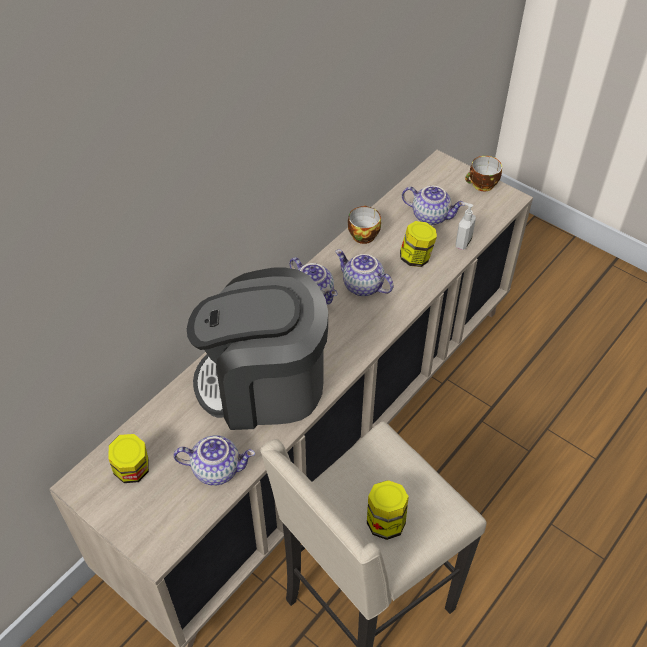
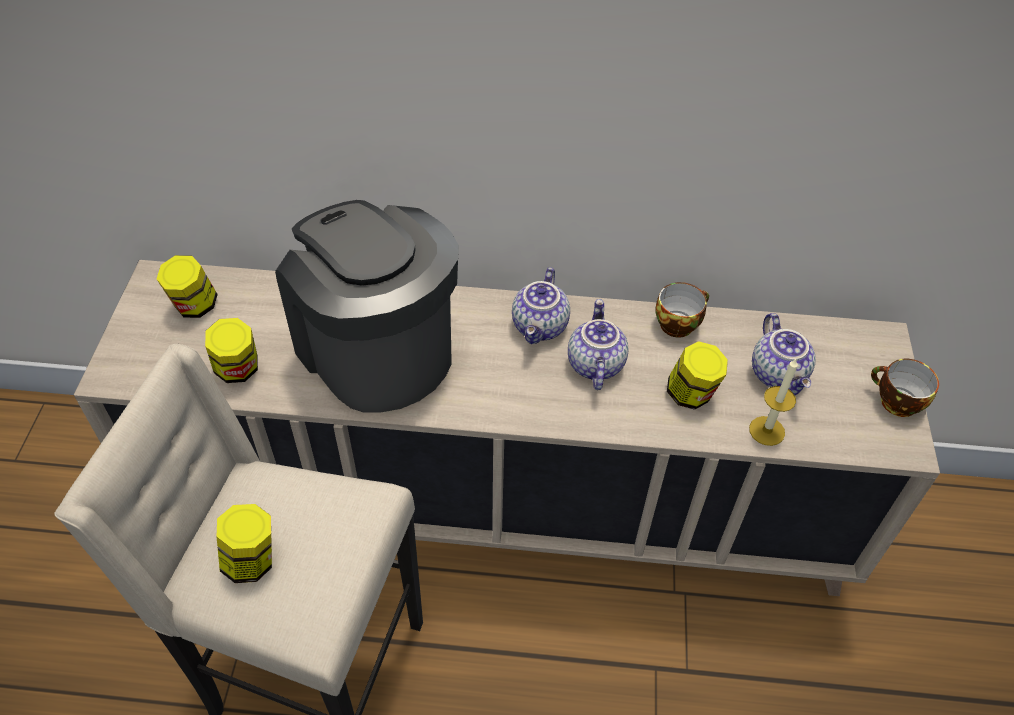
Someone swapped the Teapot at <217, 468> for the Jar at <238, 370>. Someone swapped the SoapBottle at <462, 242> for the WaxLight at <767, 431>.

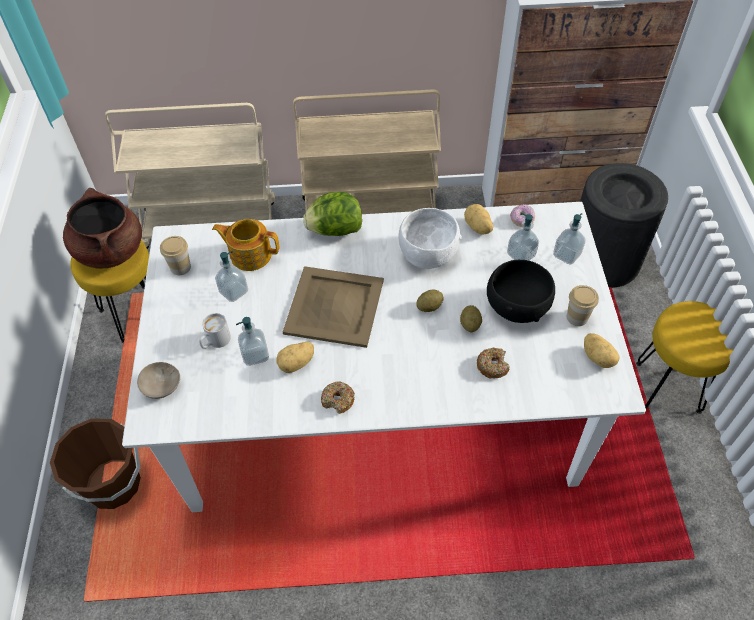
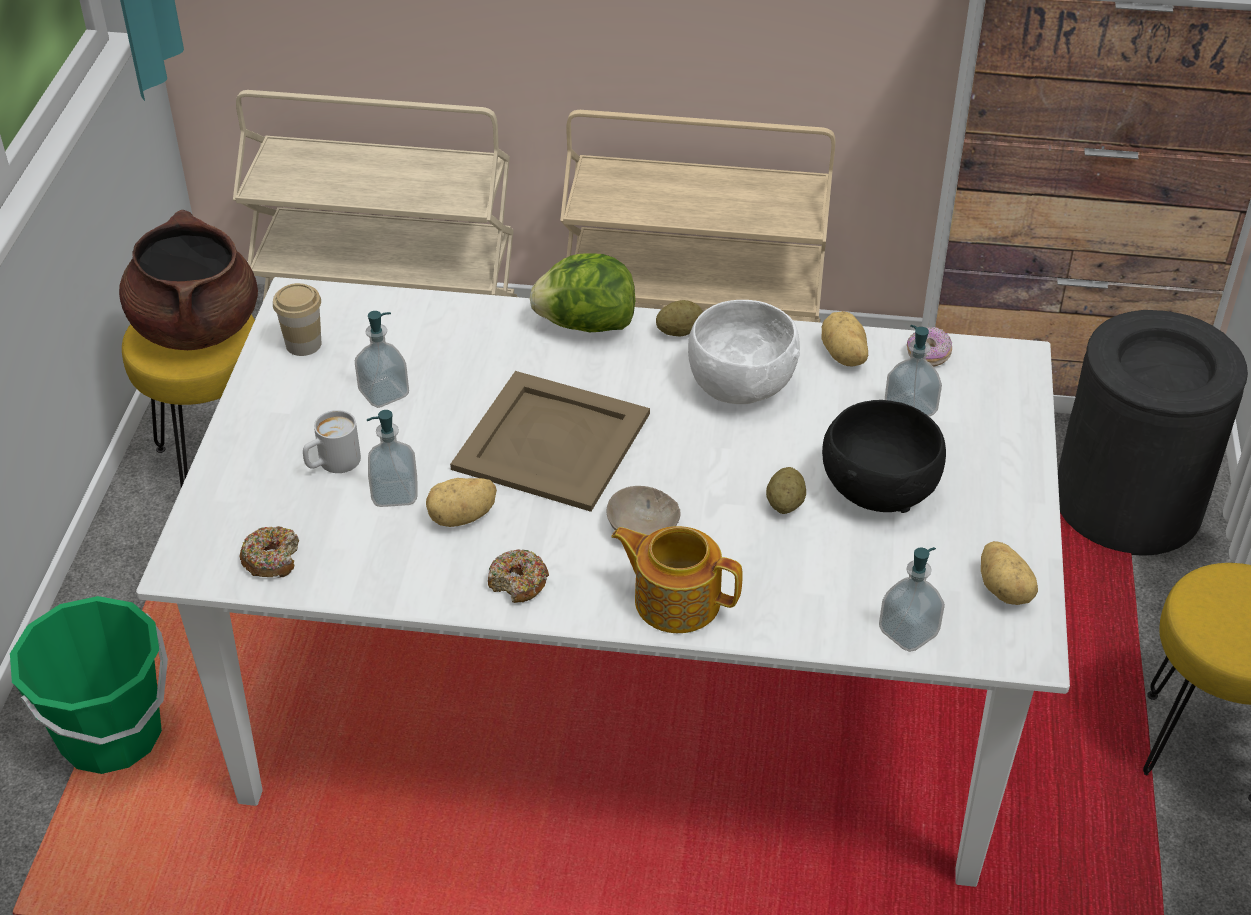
Someone took away the Cup at <577, 317>. Someone carried the BeigeDeepDish from <160, 386> to <640, 528>. Someone carried the Teapot from <250, 254> to <675, 599>. Someone carried the WholePotato from <429, 307> to <679, 331>. Someone carried the Donut from <492, 366> to <272, 559>. Someone carried the SoapBottle from <566, 255> to <908, 632>. Someone repainted the BrownWaterBucket at <113, 484>, which became the GreenColouredWaterBucket at <111, 734>.

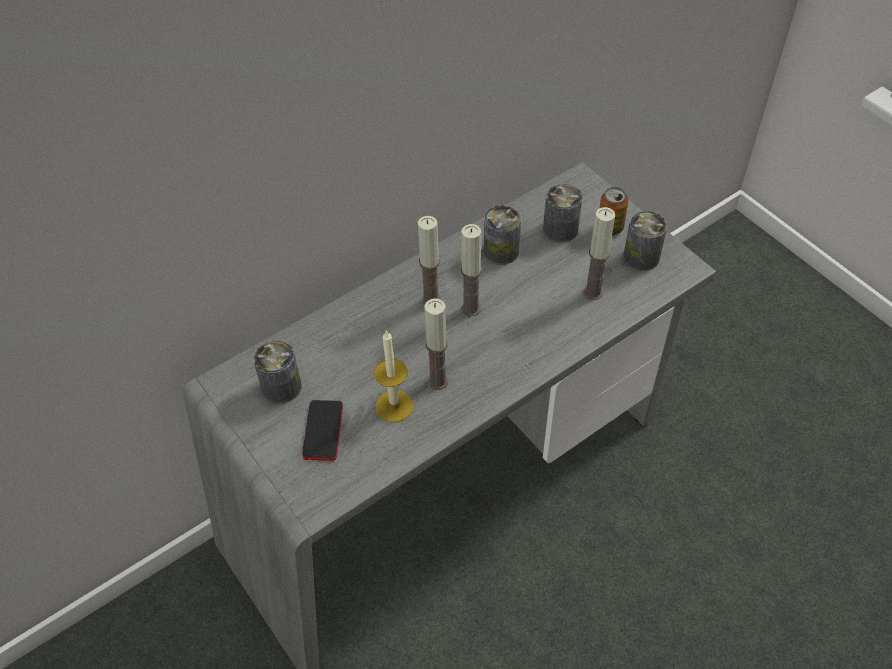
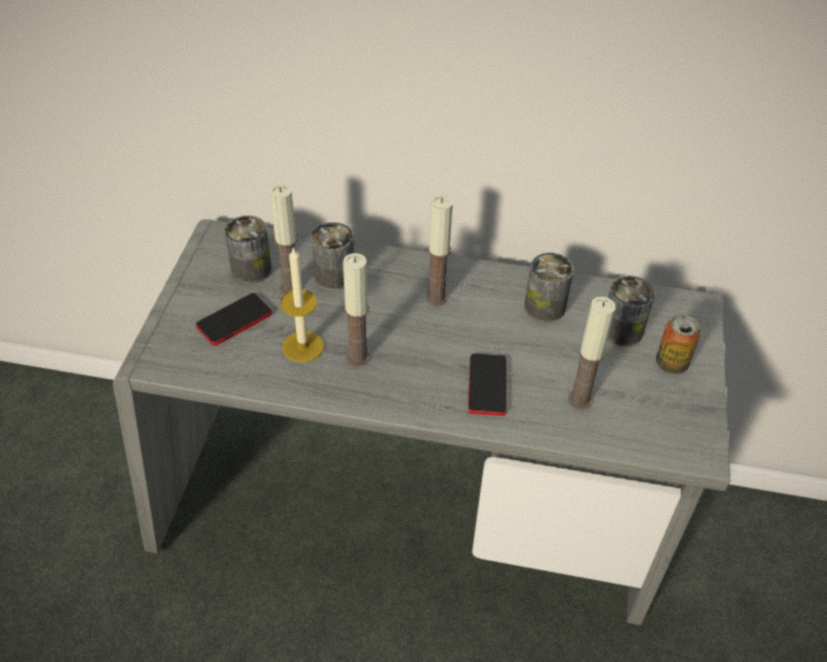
Someone put down the Phone at <487, 385>. Someone carried the WaxLight from <471, 308> to <291, 287>. Someone carried the Can from <641, 257> to <334, 276>.

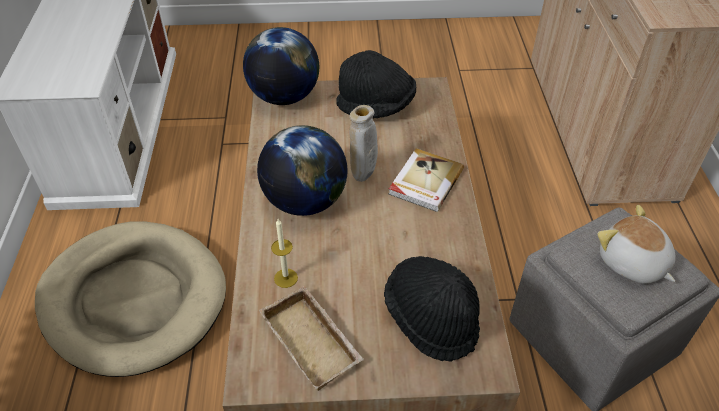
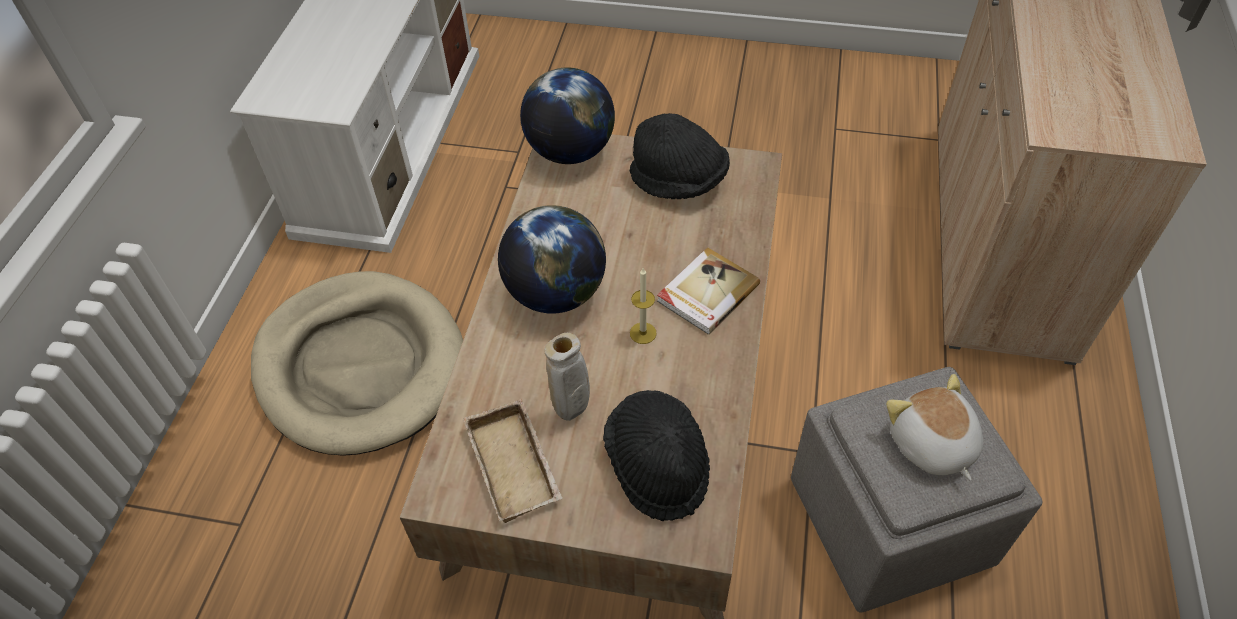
Someone carried the WaxLight from <286, 278> to <643, 333>. Someone carried the BeigeDecorativeVase from <363, 177> to <572, 413>.

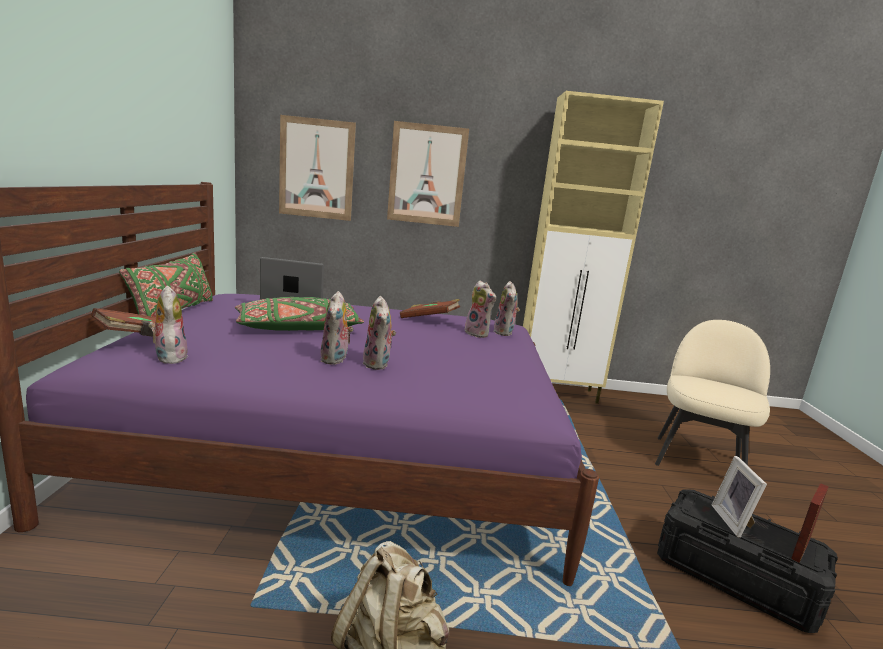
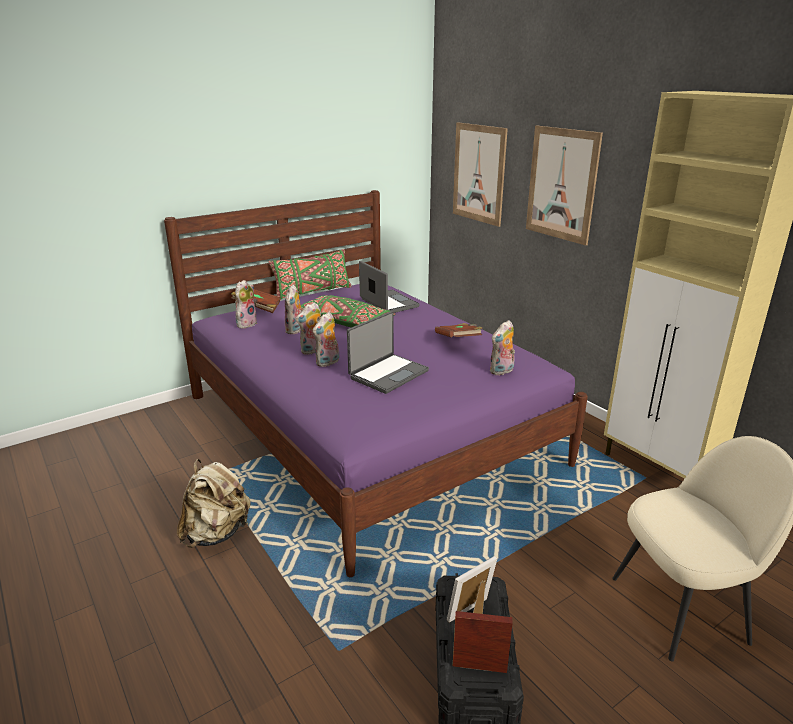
Someone put down the PortableComputer at <388, 374>. Someone carried the PlushToy from <478, 334> to <295, 330>.

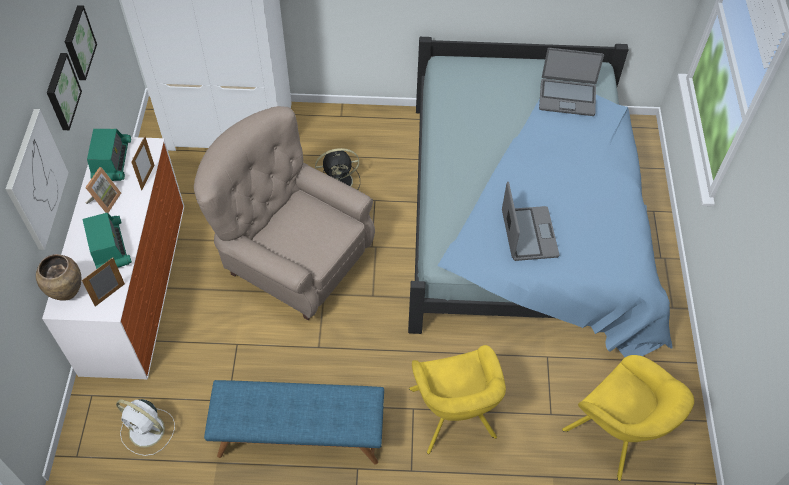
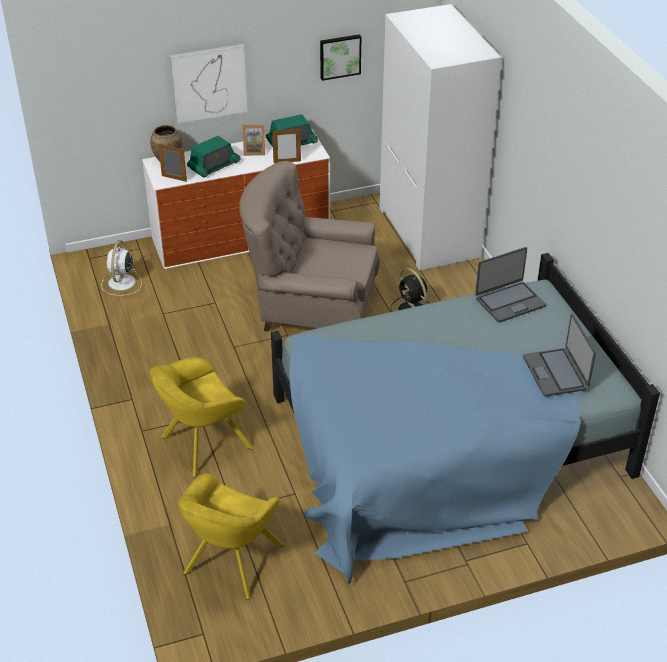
Someone took away the WallPicture at <61, 91>. Someone took away the BlueIndoorBench at <299, 436>. Someone carried the PortableComputer from <528, 234> to <509, 302>. Someone rotated the BeigeEasyChair at <293, 260> by 90 degrees counterclockwise.

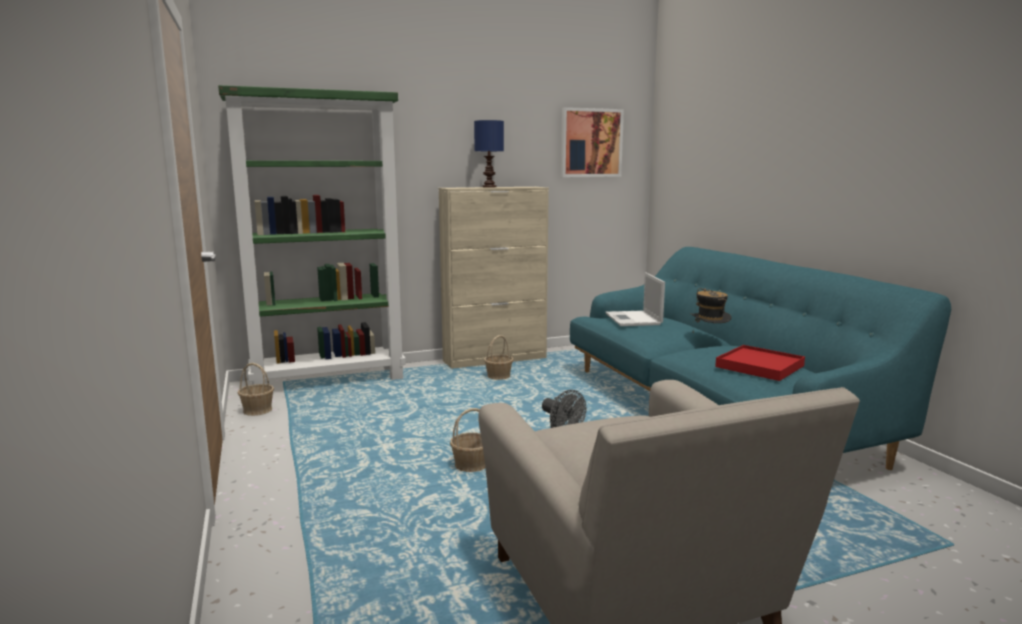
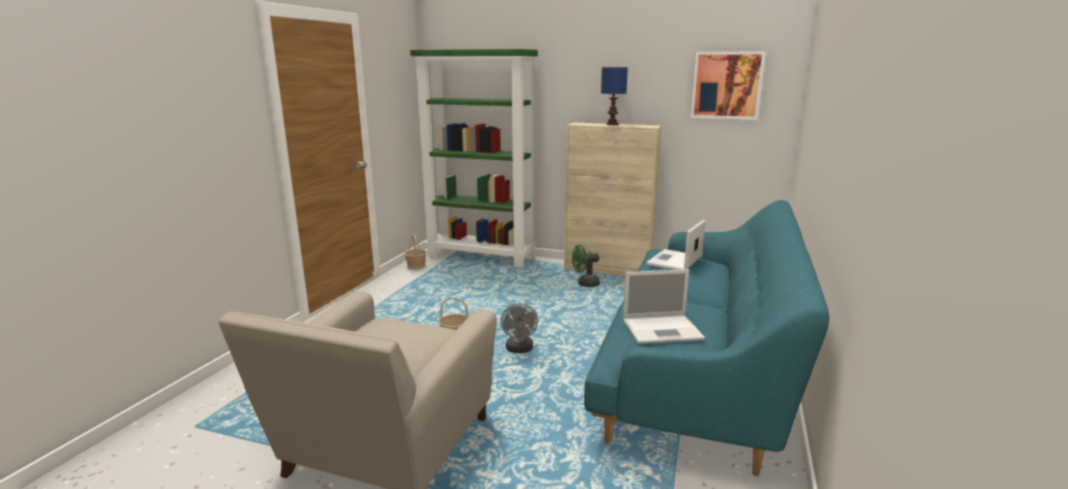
Someone took away the WearableHat at <708, 338>. Someone swapped the HouseholdBasket at <499, 377> for the GreenColouredElectricFan at <585, 284>. Someone swapped the ReddishServingTray at <759, 366> for the PortableComputer at <663, 329>.

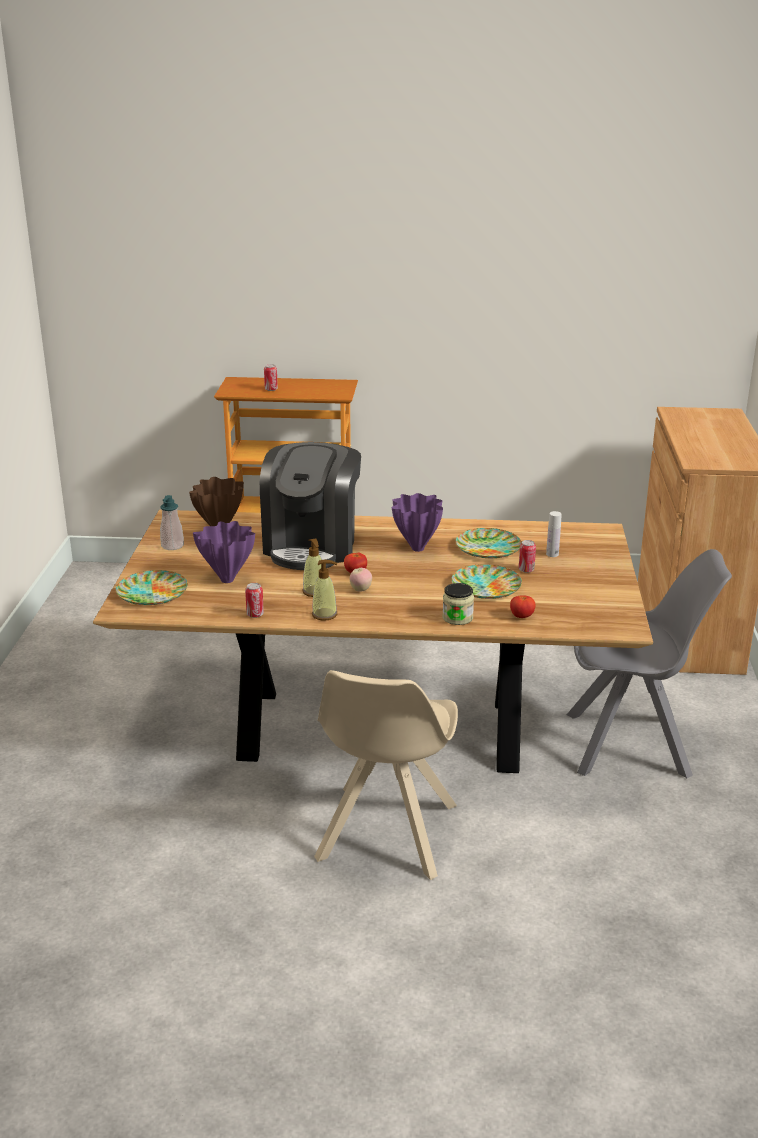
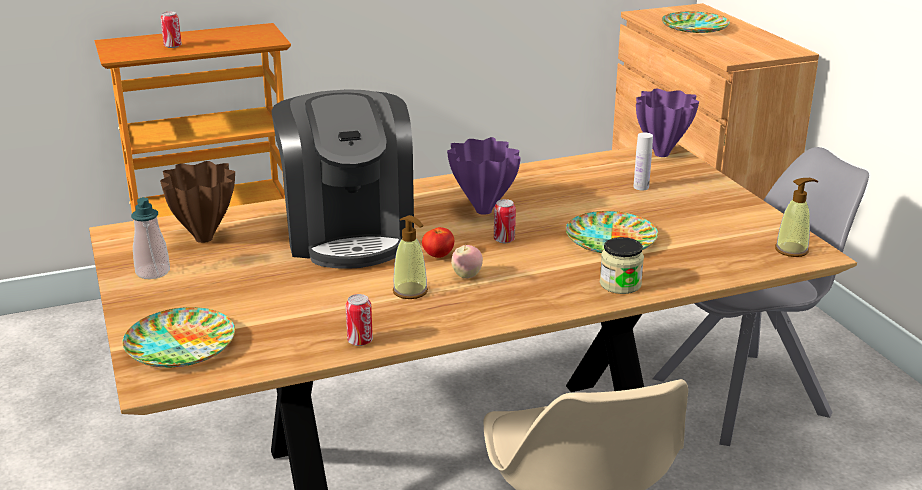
Someone took away the Tomato at <522, 617>. Someone carried the PurpleColouredDecorativeVase from <228, 580> to <662, 154>. Someone carried the SoapBottle from <324, 615> to <792, 250>. Someone carried the Plate from <488, 547> to <694, 27>. Someone carried the Can from <526, 570> to <504, 240>.

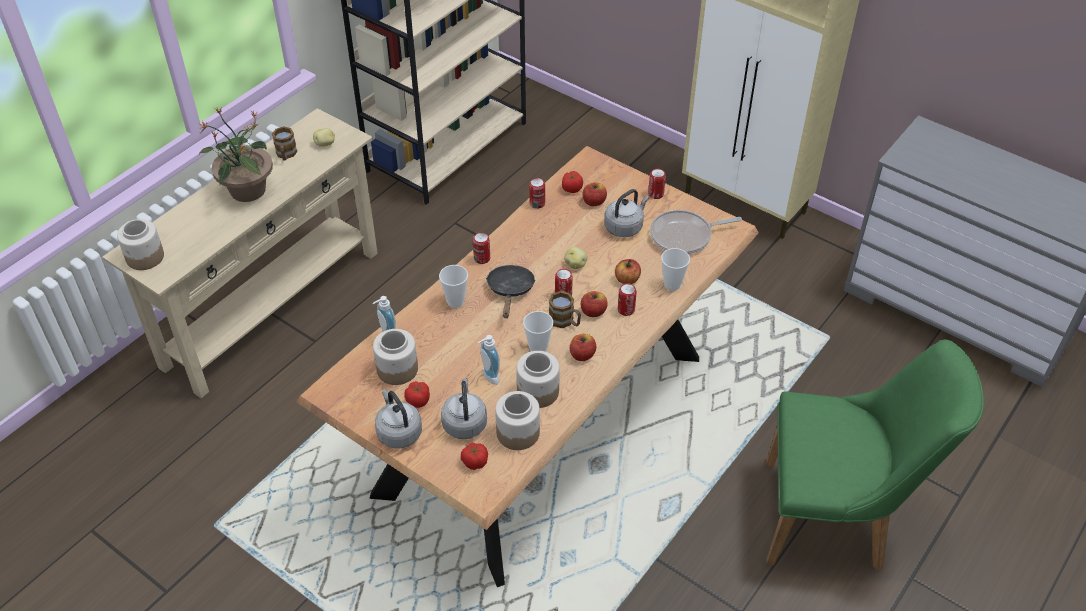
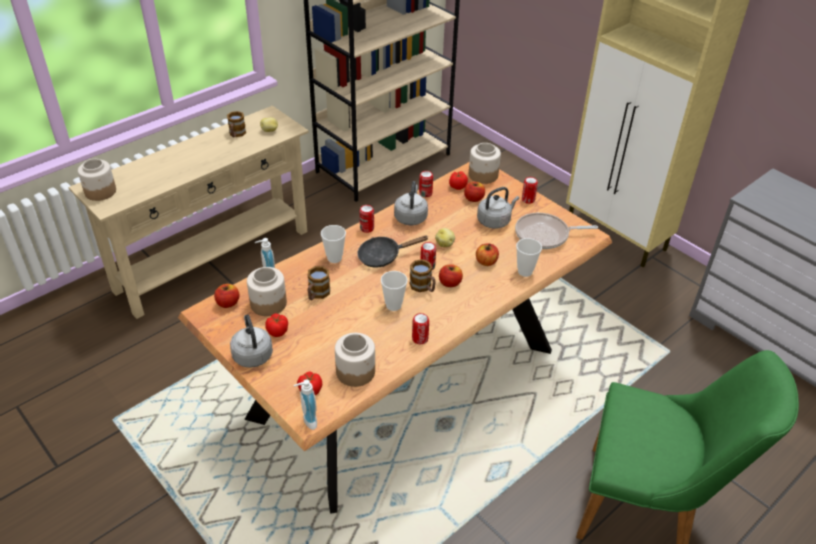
Someone took away the PlantInAPot at <247, 191>. Someone put down the TeaMug at <317, 294>. Someone carried the GreyTeaKettle from <464, 423> to <411, 217>. Someone carried the SoapBottle from <488, 377> to <307, 421>. Someone carried the Jar from <537, 392> to <483, 175>. Someone carried the AppleFruit from <582, 355> to <228, 303>. Someone carried the Can from <626, 310> to <420, 339>. Someone rotated the BlackishPan at <510, 290> by 120 degrees counterclockwise.

